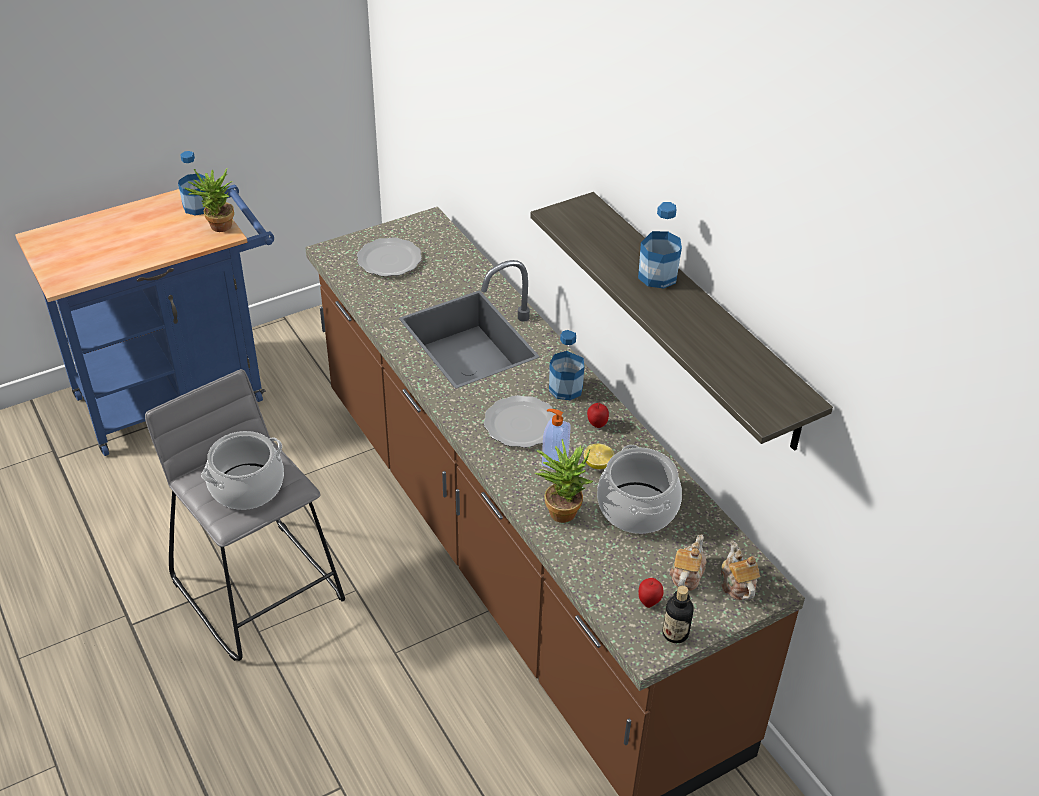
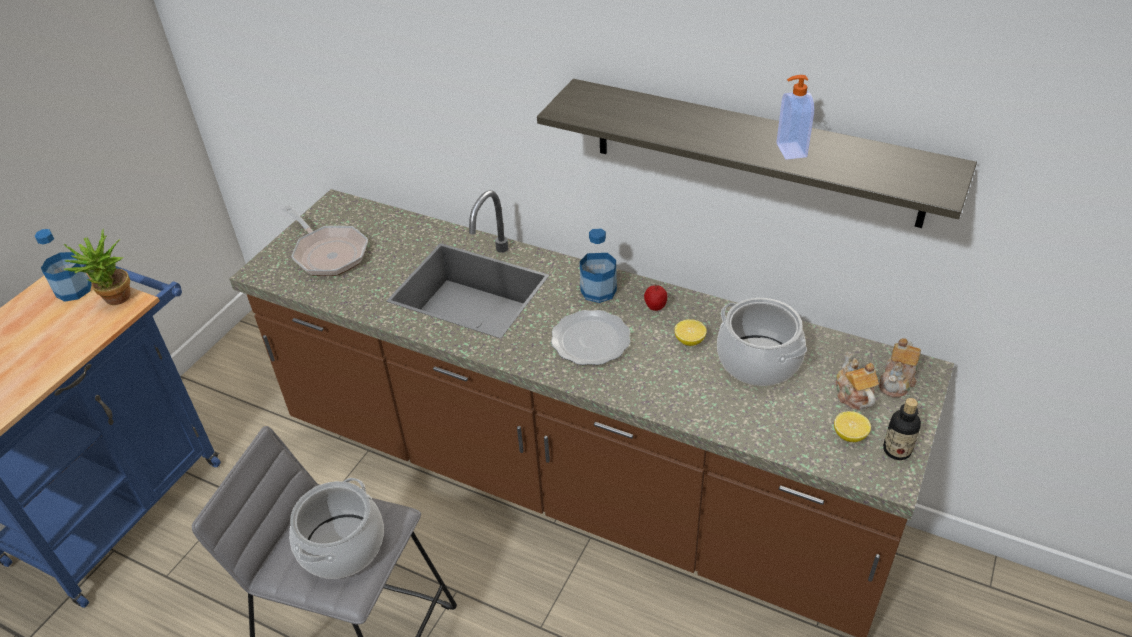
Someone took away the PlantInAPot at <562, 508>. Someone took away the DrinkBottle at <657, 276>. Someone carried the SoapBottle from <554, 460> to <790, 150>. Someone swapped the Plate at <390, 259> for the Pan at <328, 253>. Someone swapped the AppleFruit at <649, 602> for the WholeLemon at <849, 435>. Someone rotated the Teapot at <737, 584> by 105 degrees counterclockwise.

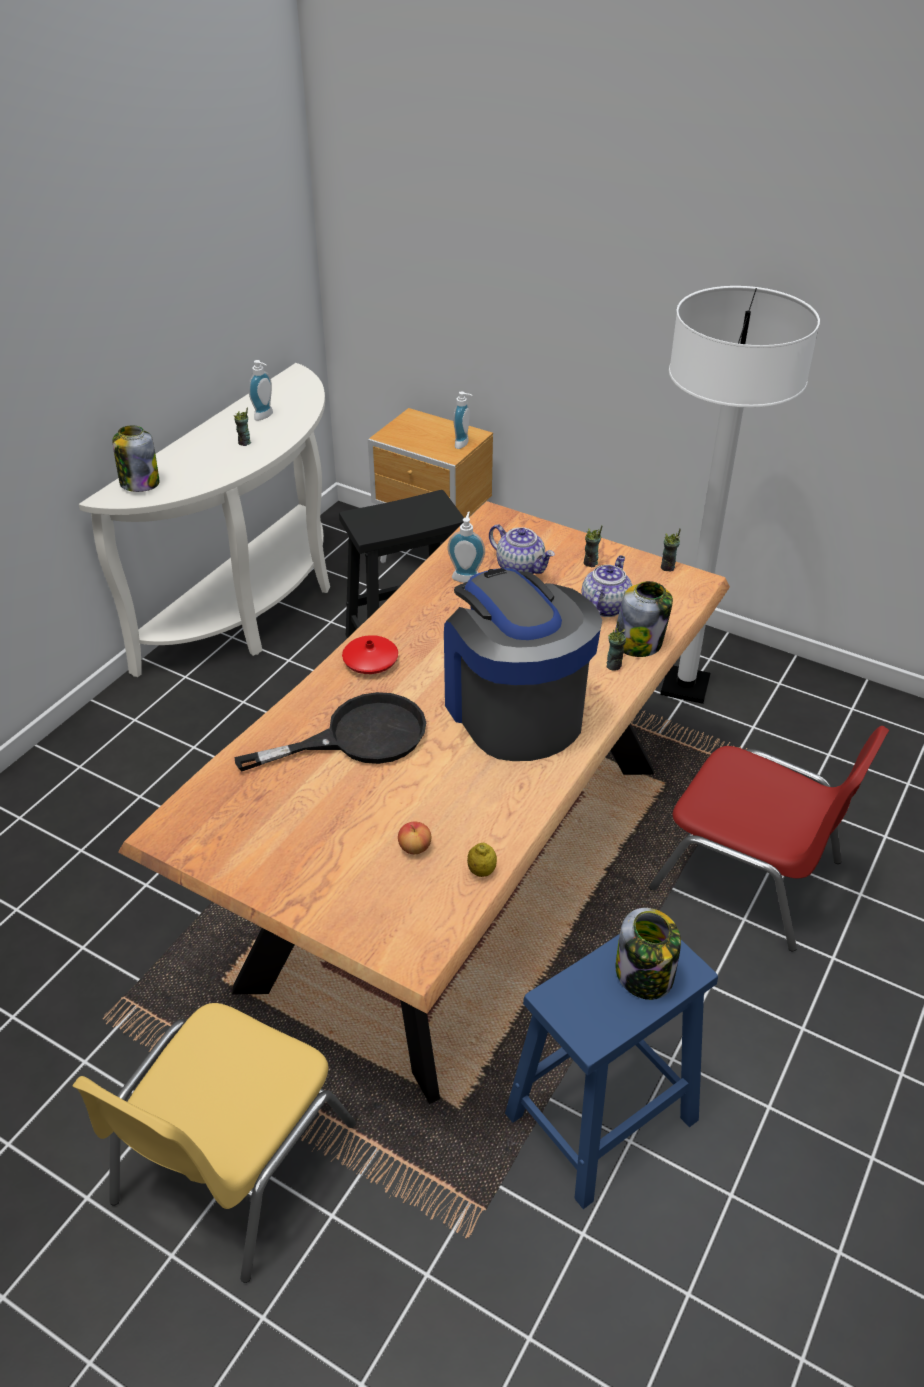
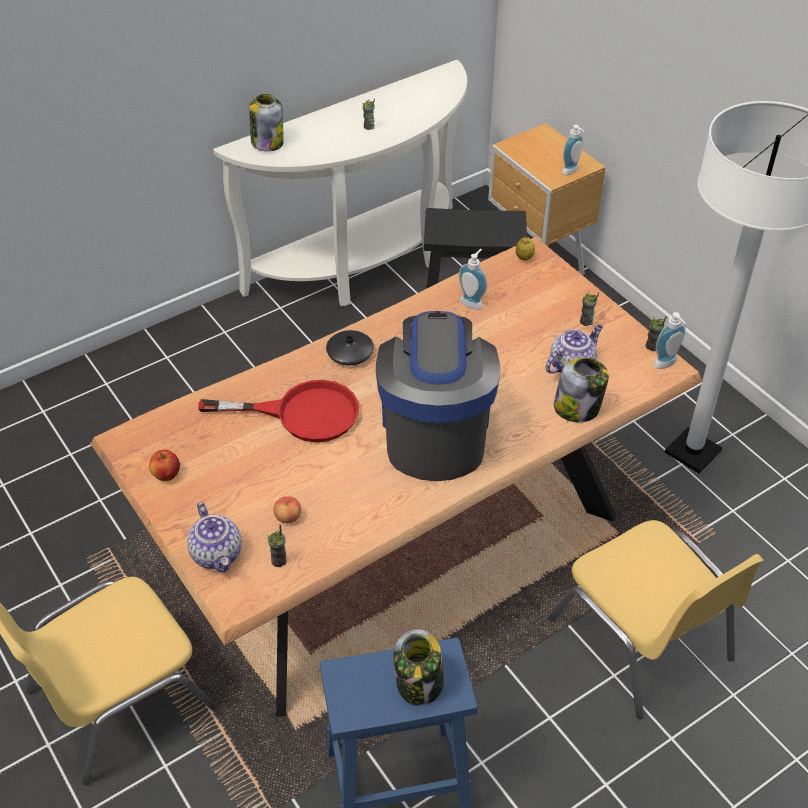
Someone put down the AppleFruit at <166, 475>. Someone carried the SoapBottle from <265, 416> to <667, 365>. Someone carried the WholeLemon from <481, 871> to <524, 258>. Someone carried the Teapot from <521, 568> to <217, 554>. Someone carried the Cup from <614, 665> to <279, 561>. Someone repainted the BlackishPan at <358, 737>, which became the ReddishPan at <302, 413>. Someone repainted the ReddishDecorativeVase at <370, 661>, which became the BlackishDecorativeVase at <350, 353>. Someone repainted the ReddishPlainChair at <750, 875>, which became the YellowPlainChair at <643, 640>.

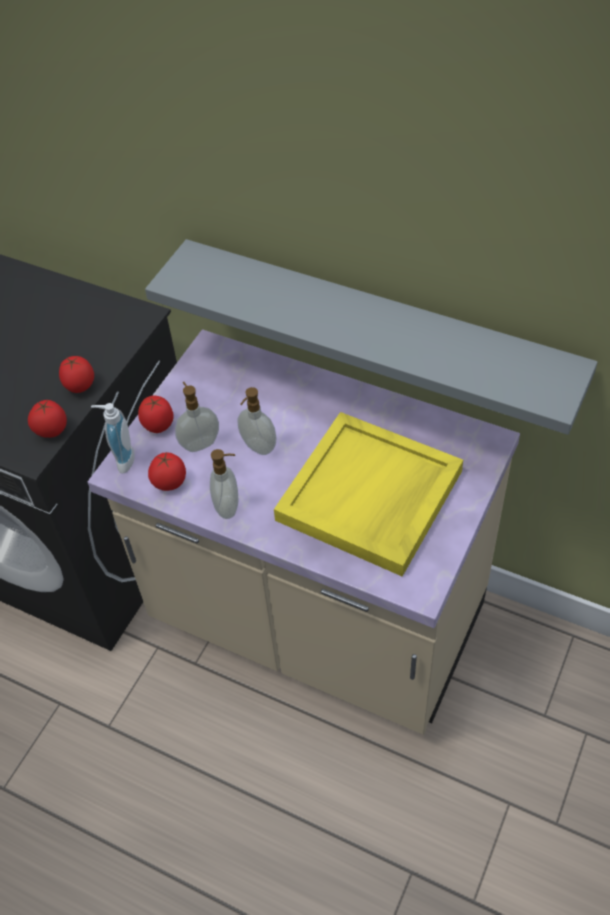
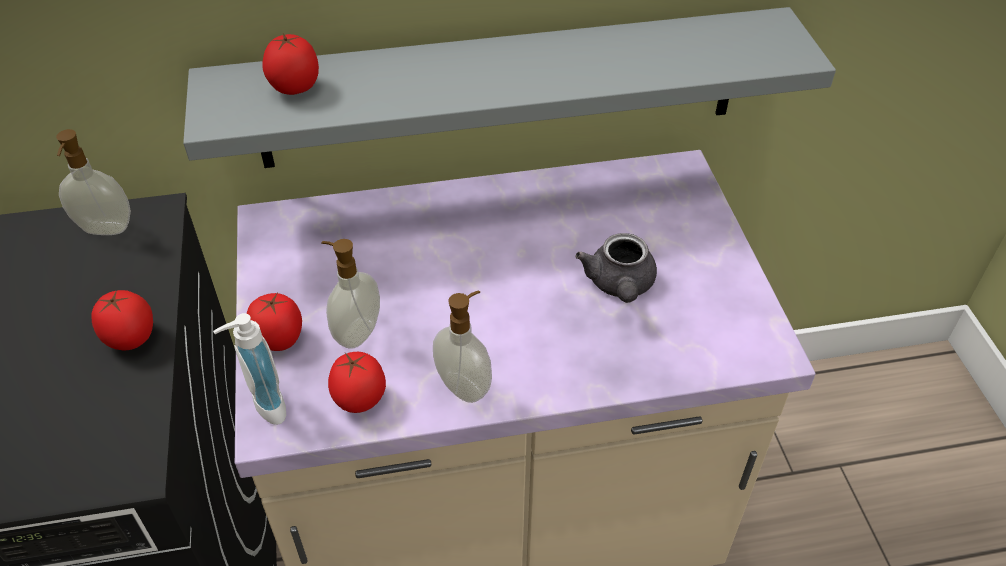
Someone carried the Tomato from <51, 431> to <294, 89>. Someone carried the SoapBottle from <258, 447> to <105, 229>. Someone swapped the YellowServingTray at <370, 497> for the GreyTeapot at <619, 286>.

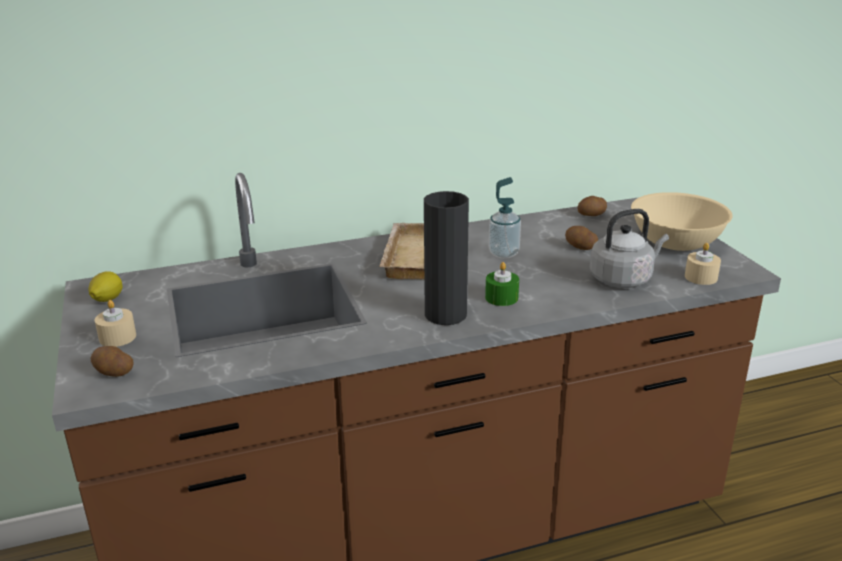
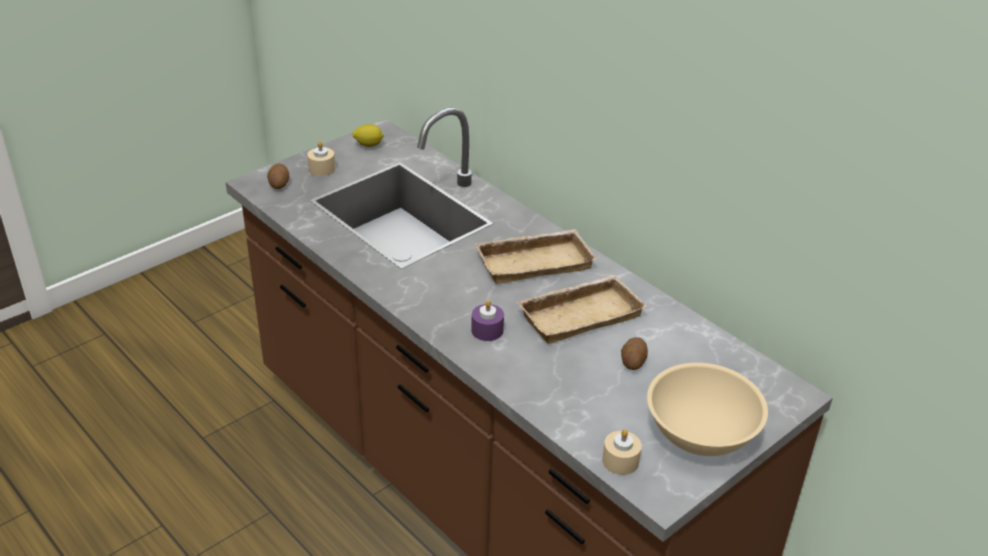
Someone took away the BlackishDecorativeVase at <445, 314>. Someone took away the WholePotato at <592, 215>. Someone took away the GreyTeaKettle at <623, 279>. Someone swapped the SoapBottle at <503, 253> for the BeigeServingTray at <580, 313>. Someone repainted the GreenColouredWaxLight at <501, 297>, which became the PurpleColouredWaxLight at <487, 330>.

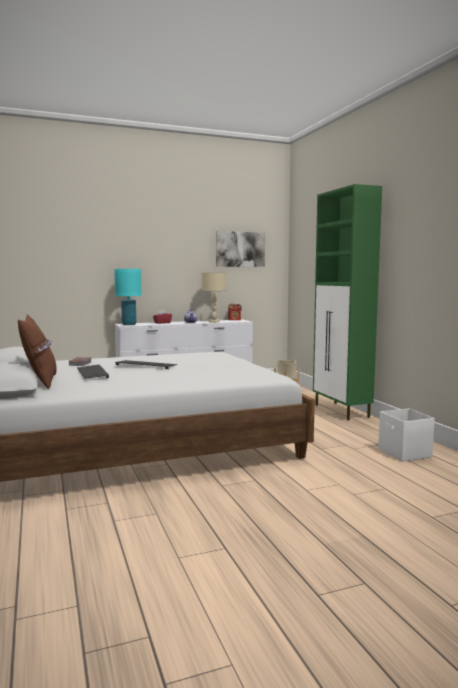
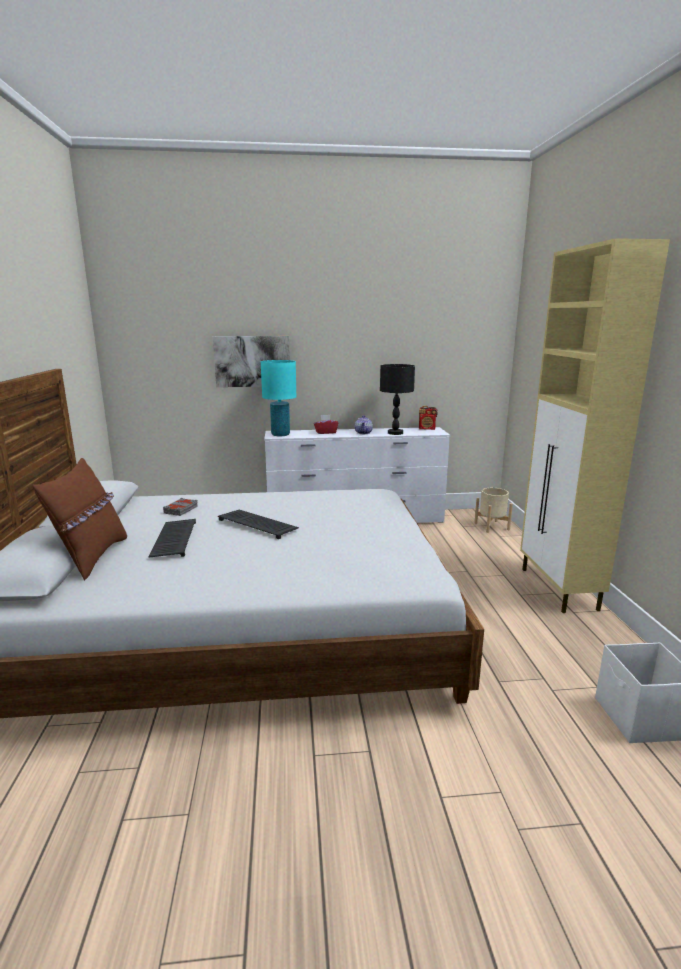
Someone carried the WallPicture from <240, 249> to <252, 361>. Someone repainted the BeigeLampForATable at <214, 322>, which became the BlackishLampForATable at <395, 433>. Someone repainted the GreenColouredCupboard at <341, 411>, which became the BeigeCupboard at <558, 589>.

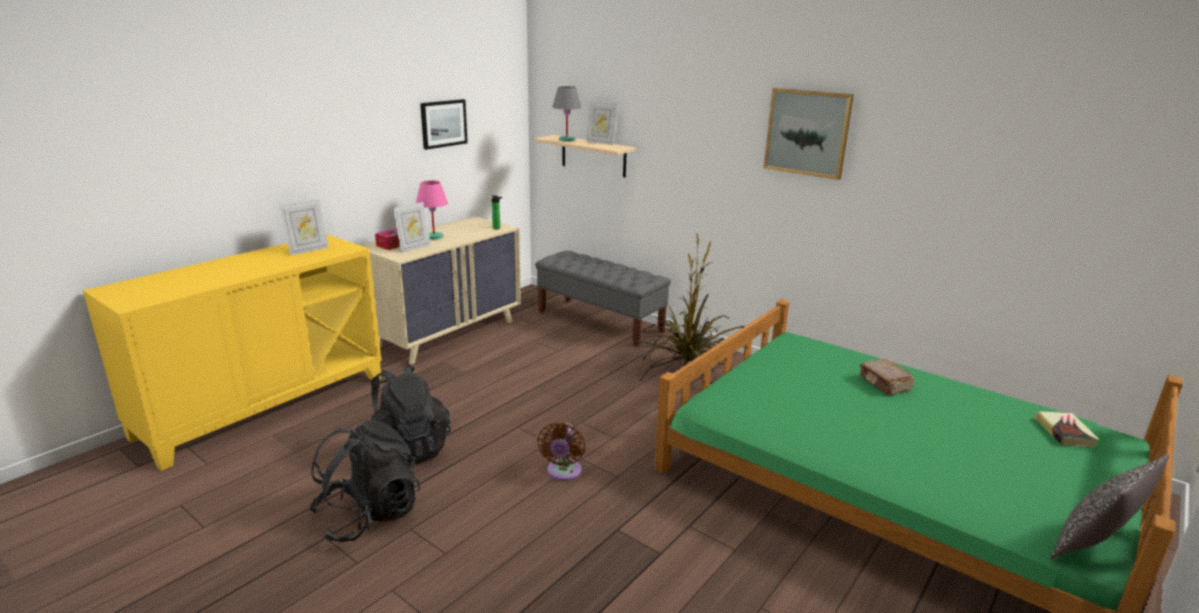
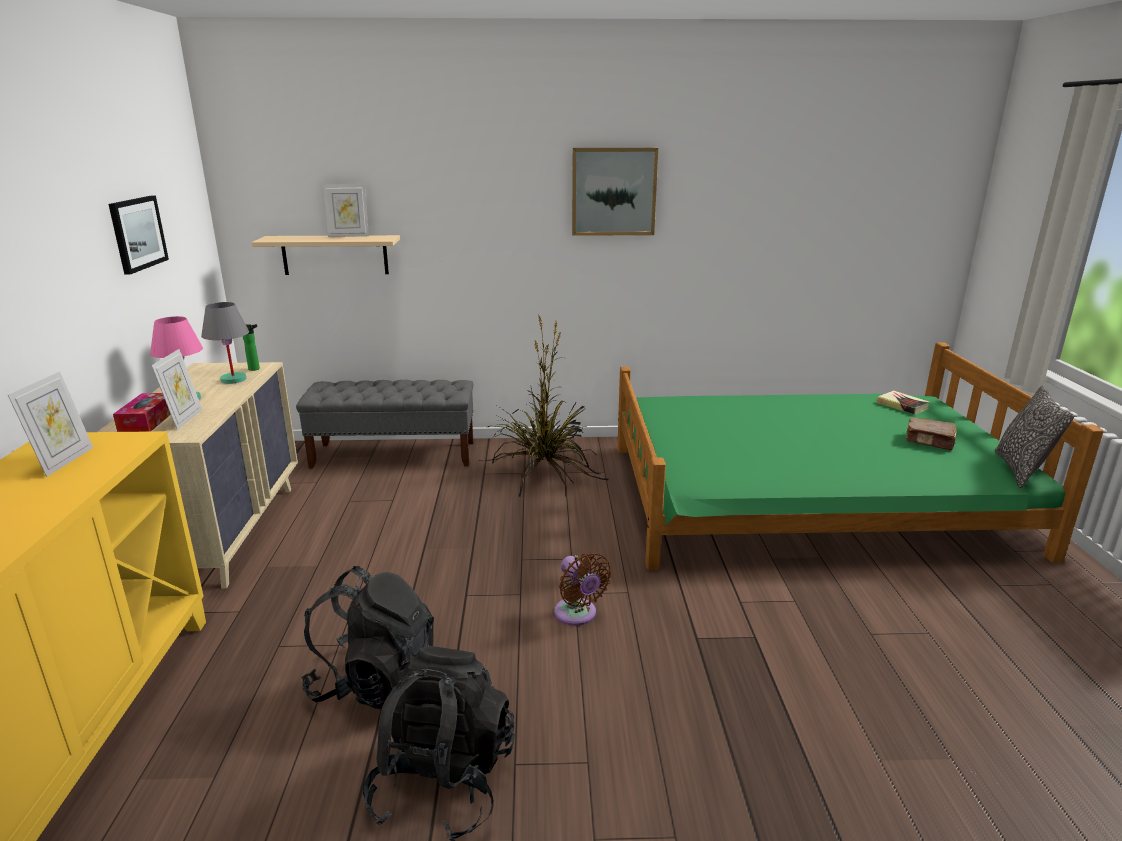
Someone carried the GreyLampForATable from <566, 140> to <233, 379>. Someone carried the BrownVolume from <885, 384> to <930, 442>.

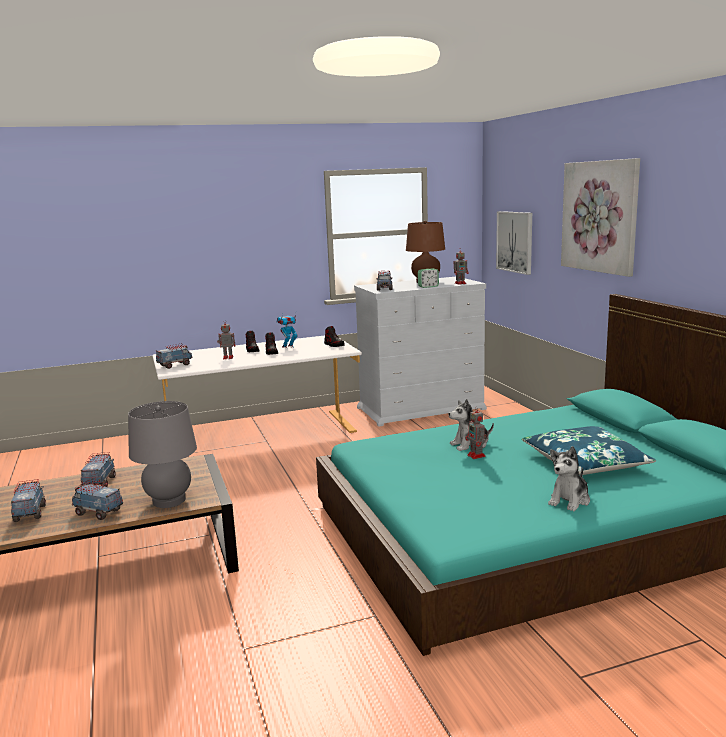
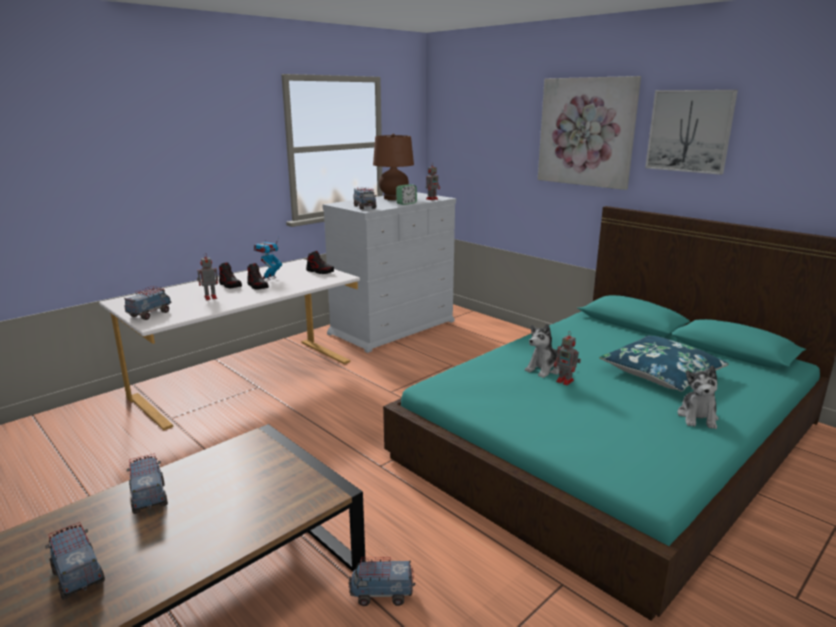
Someone took away the GreyLampForATable at <169, 500>. Someone carried the ModelTruck from <98, 512> to <381, 594>. Someone carried the WallPicture from <515, 242> to <689, 131>.

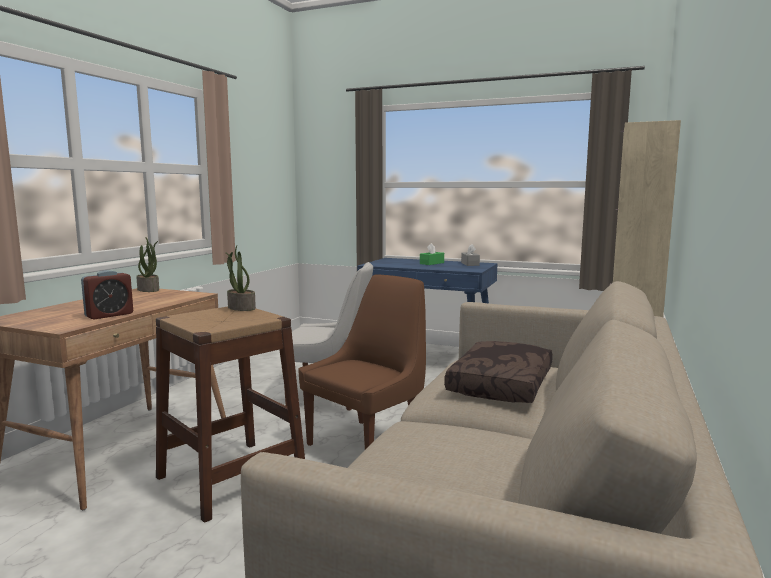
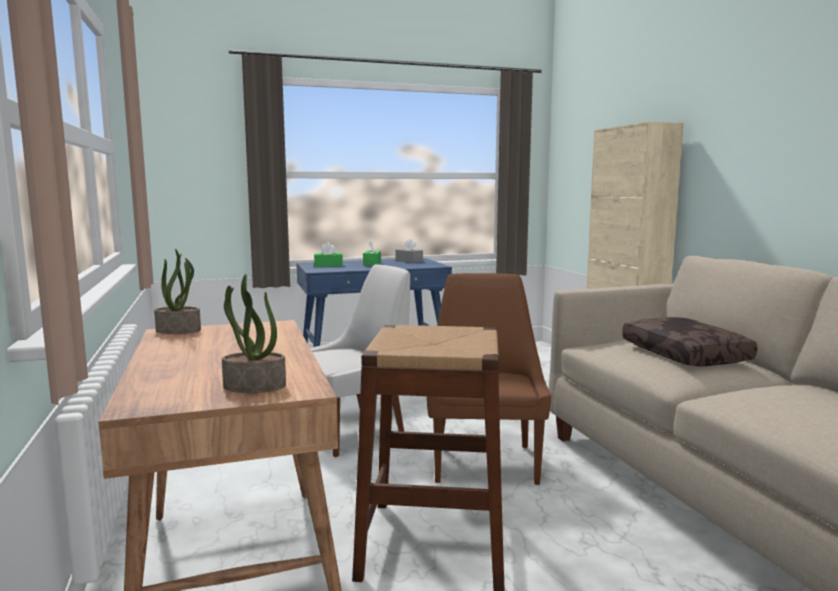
Someone took away the BedsideClock at <109, 315>. Someone put down the GreenColouredTissueBox at <328, 265>. Someone carried the PlantInAPot from <240, 308> to <253, 387>.

